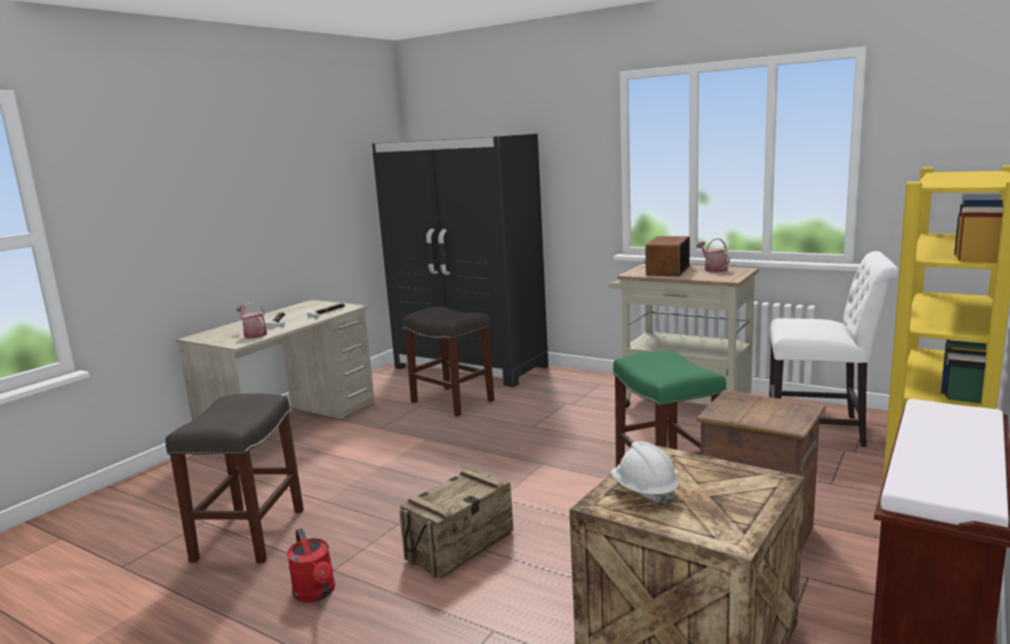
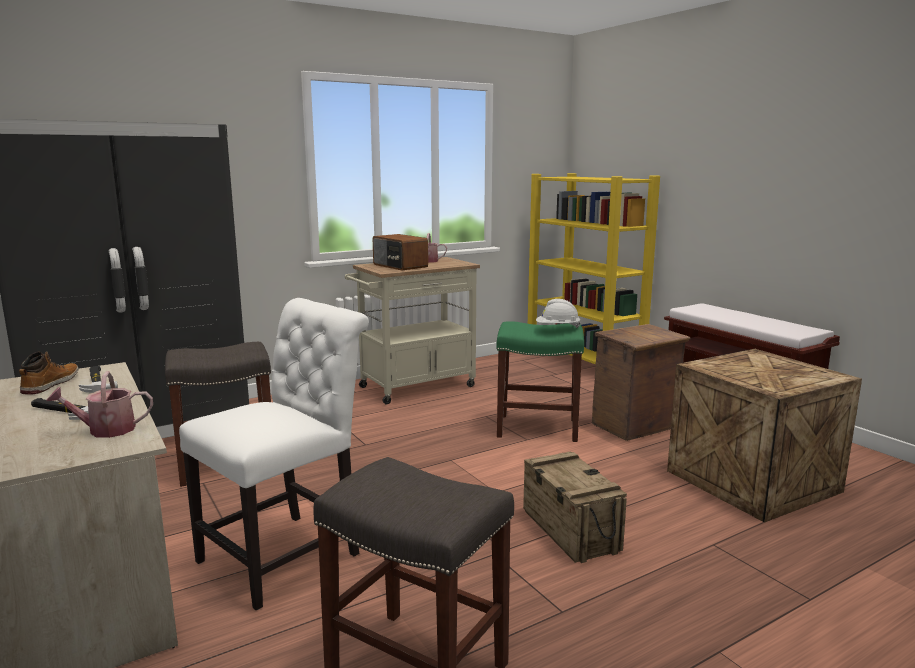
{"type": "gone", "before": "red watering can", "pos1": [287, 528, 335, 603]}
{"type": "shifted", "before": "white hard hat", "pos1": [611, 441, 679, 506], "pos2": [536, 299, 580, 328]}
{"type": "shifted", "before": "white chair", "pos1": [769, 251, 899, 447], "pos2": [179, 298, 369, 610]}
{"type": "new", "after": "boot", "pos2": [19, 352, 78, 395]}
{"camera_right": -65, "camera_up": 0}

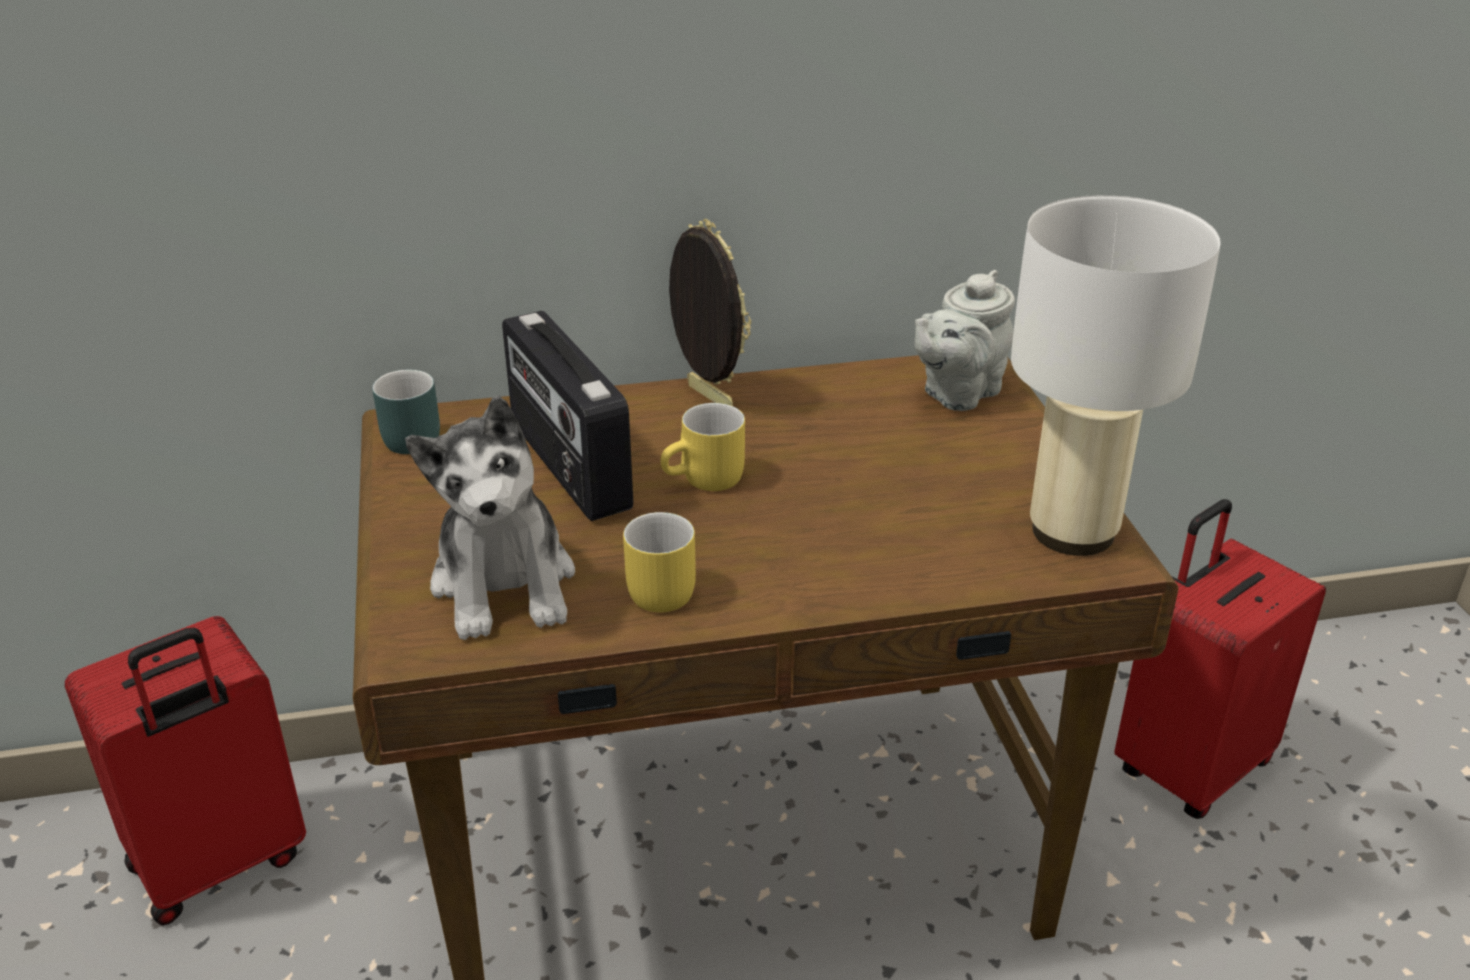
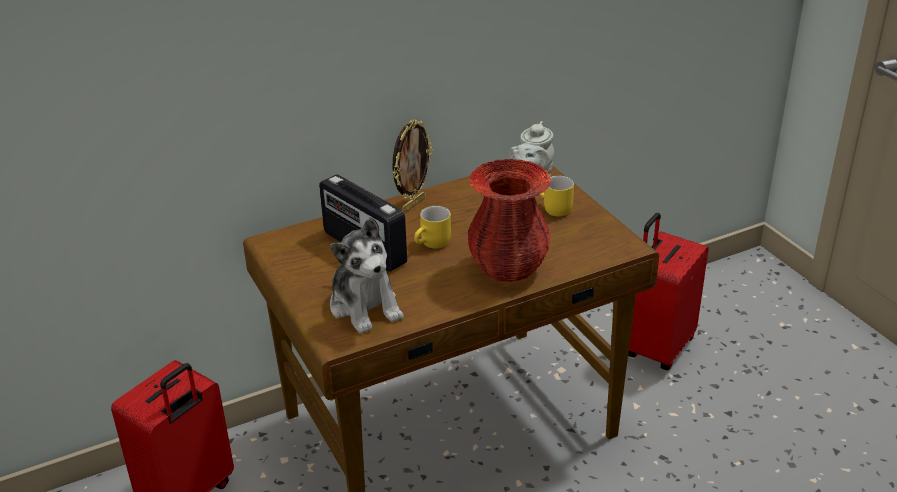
{"type": "gone", "before": "turquoise mug", "pos1": [372, 370, 440, 454]}
{"type": "shifted", "before": "yellow mug", "pos1": [623, 512, 696, 612], "pos2": [540, 176, 574, 217]}
{"type": "rotated", "before": "picture frame", "pos1": [669, 219, 751, 406], "pos2": [393, 119, 433, 212], "turn": 90}
{"type": "gone", "before": "white table lamp", "pos1": [1011, 195, 1221, 556]}
{"type": "new", "after": "red vase", "pos2": [468, 159, 551, 282]}
{"camera_right": -15, "camera_up": 0}

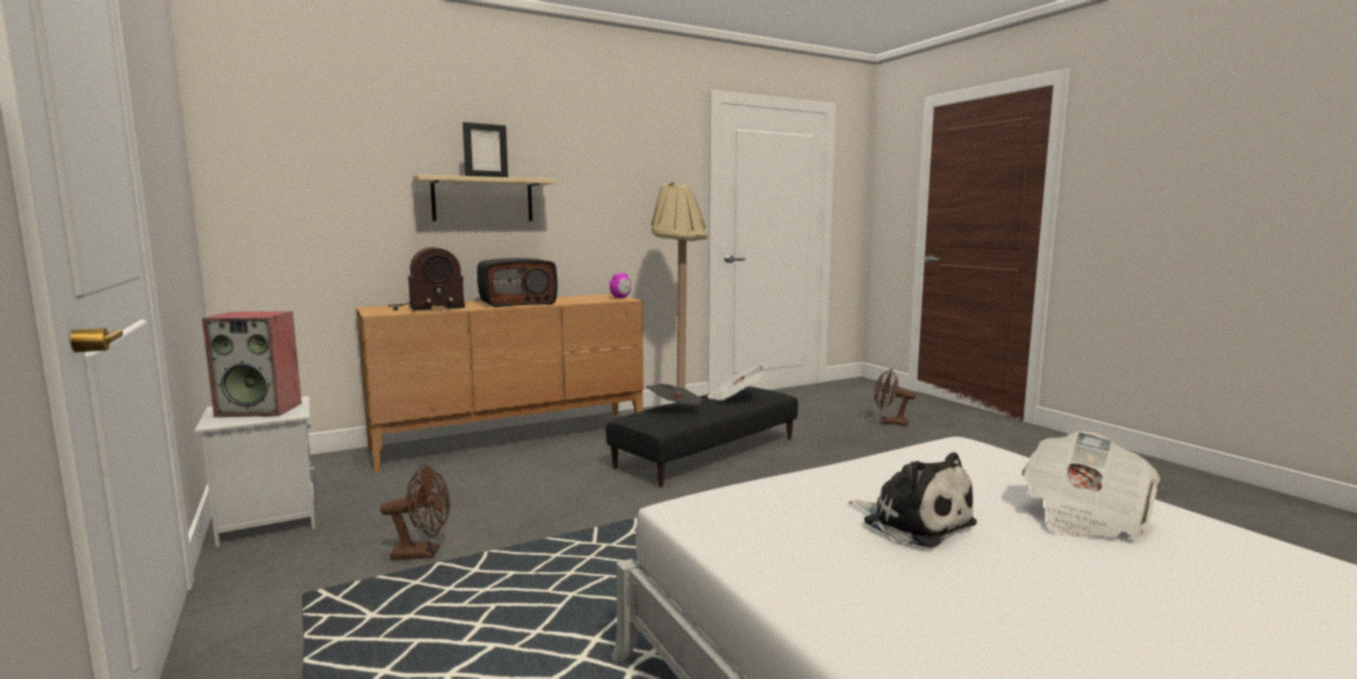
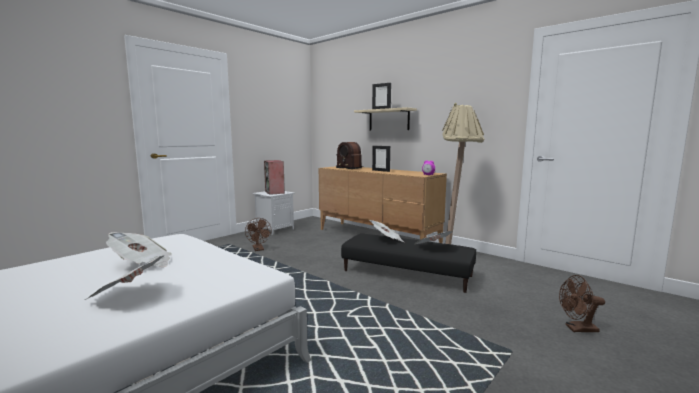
{"type": "swapped", "before": "radio", "after": "picture frame", "pos1": [477, 258, 557, 307], "pos2": [372, 146, 390, 172]}
{"type": "swapped", "before": "plush toy", "after": "newspaper", "pos1": [849, 452, 977, 548], "pos2": [106, 232, 172, 267]}
{"type": "rotated", "before": "brown fan", "pos1": [874, 369, 916, 426], "pos2": [559, 275, 605, 332], "turn": -90}
{"camera_right": 70, "camera_up": 0}

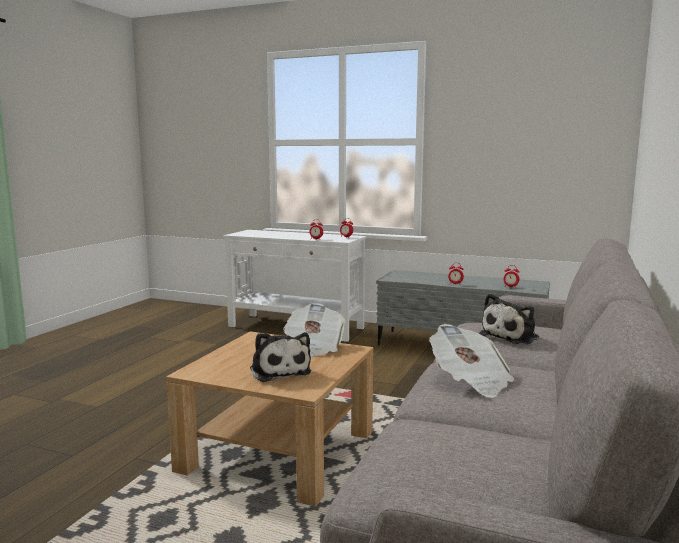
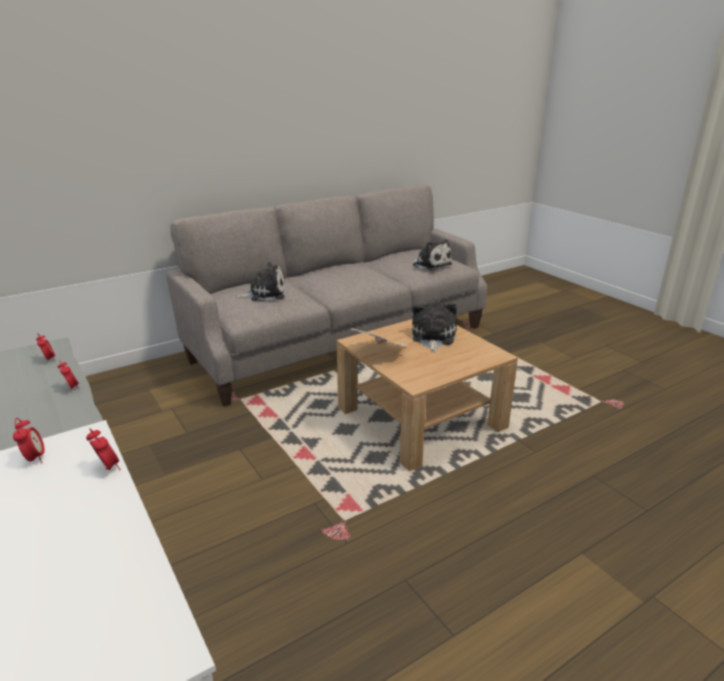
{"type": "gone", "before": "newspaper", "pos1": [429, 324, 514, 398]}
{"type": "new", "after": "plush toy", "pos2": [409, 239, 452, 271]}
{"camera_right": -145, "camera_up": 15}

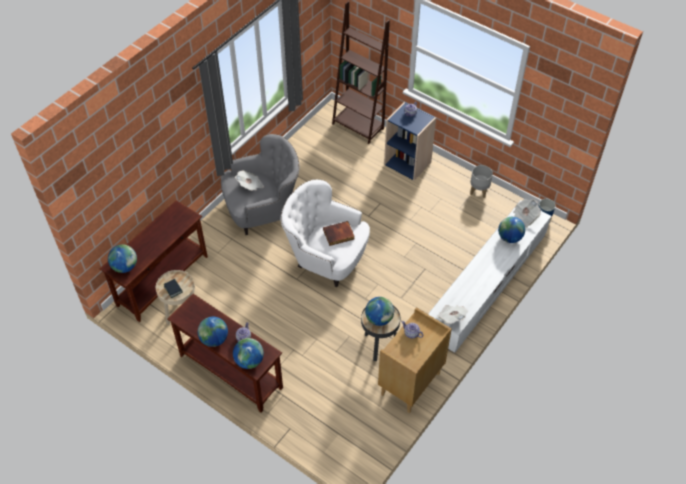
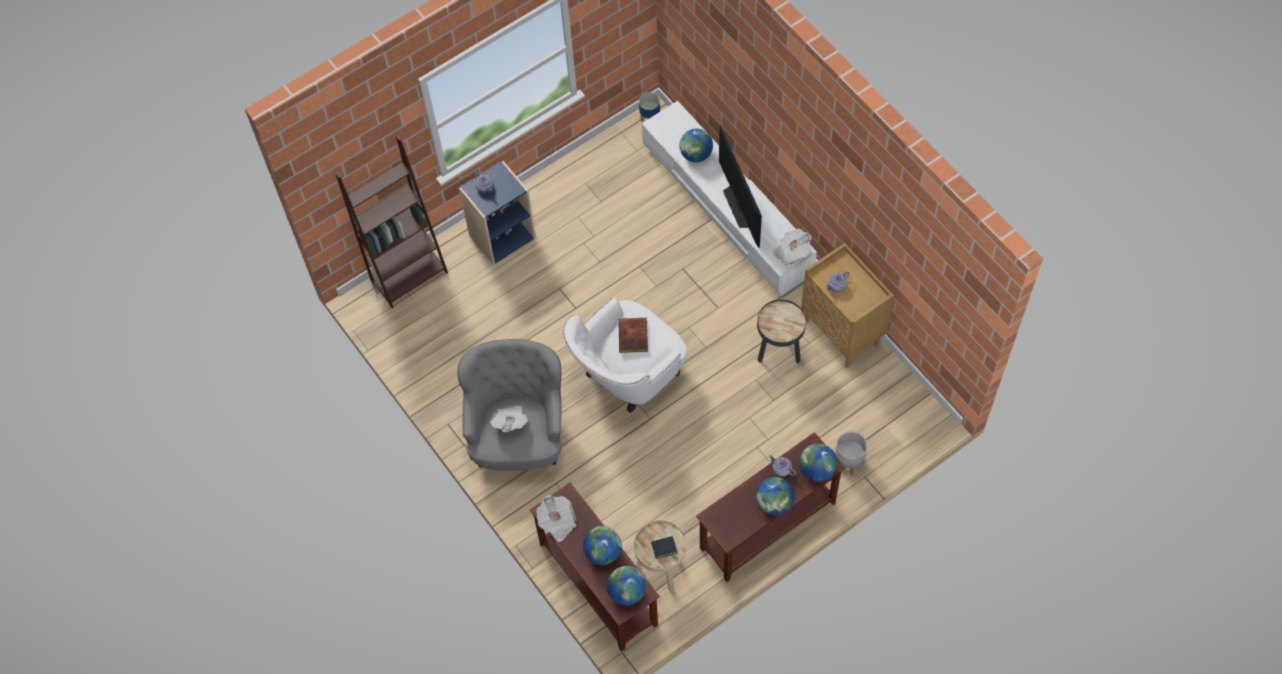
{"type": "shifted", "before": "globe", "pos1": [365, 297, 394, 326], "pos2": [583, 526, 622, 565]}
{"type": "shifted", "before": "grey planter", "pos1": [470, 165, 493, 198], "pos2": [835, 432, 867, 476]}
{"type": "shifted", "before": "newspaper", "pos1": [513, 199, 541, 228], "pos2": [536, 495, 577, 542]}
{"type": "new", "after": "television", "pos2": [719, 125, 762, 248]}
{"camera_right": -70, "camera_up": 10}

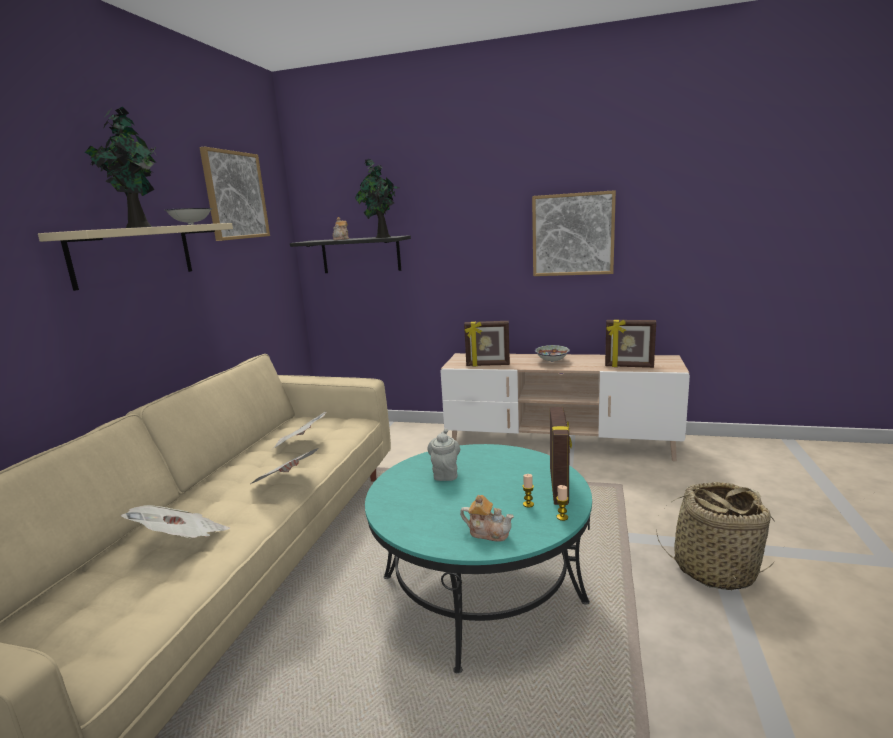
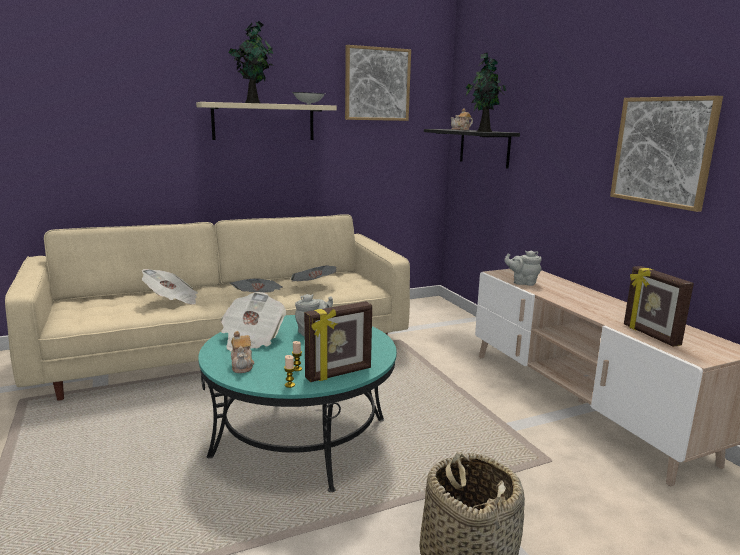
{"type": "swapped", "before": "picture frame", "after": "grey teapot", "pos1": [464, 321, 510, 366], "pos2": [504, 250, 542, 286]}
{"type": "gone", "before": "bowl", "pos1": [535, 345, 570, 362]}
{"type": "new", "after": "newspaper", "pos2": [221, 292, 286, 351]}
{"camera_right": 50, "camera_up": 0}

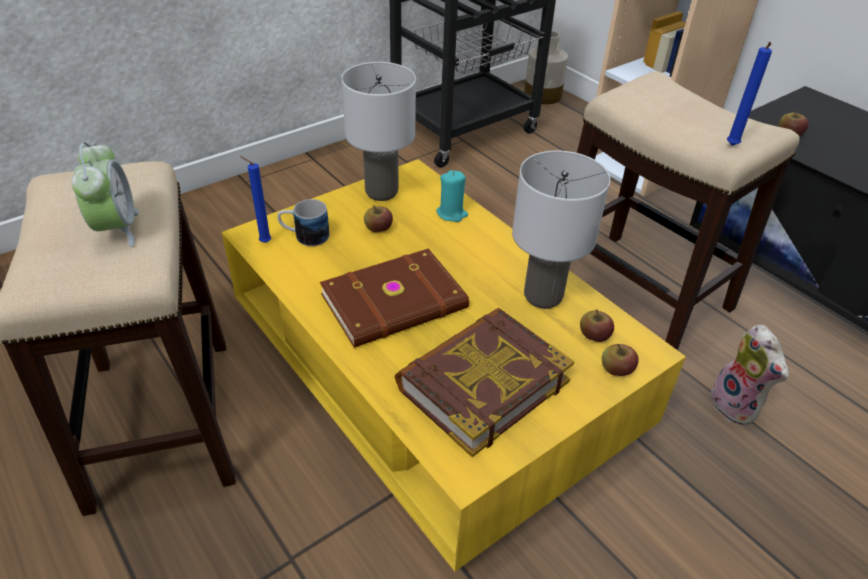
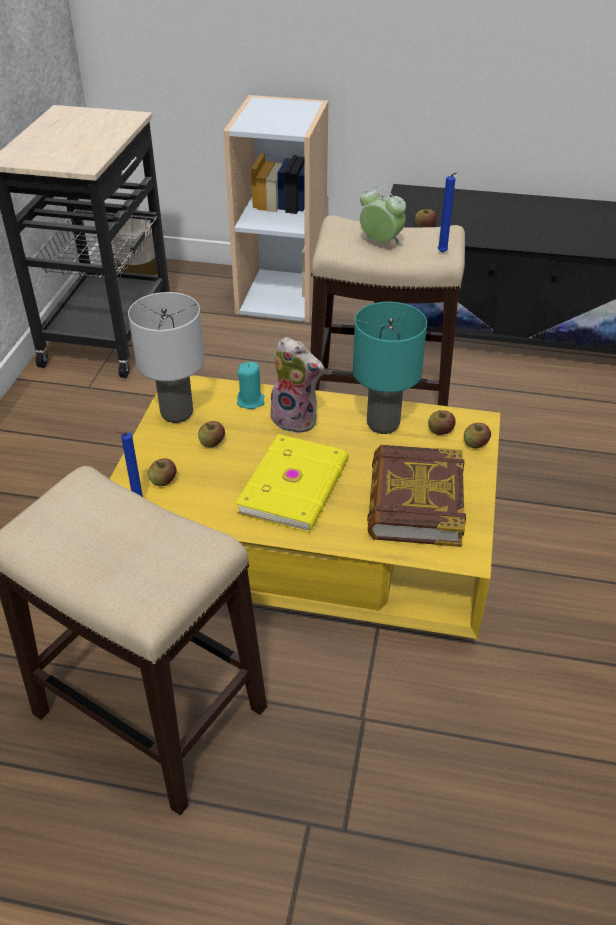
{"type": "shifted", "before": "alarm clock", "pos1": [72, 142, 139, 247], "pos2": [360, 186, 406, 245]}
{"type": "swapped", "before": "mug", "after": "apple", "pos1": [277, 199, 329, 246], "pos2": [148, 458, 177, 486]}
{"type": "repainted", "before": "brown book", "after": "yellow book", "pos1": [320, 248, 469, 348], "pos2": [236, 434, 349, 533]}
{"type": "repainted", "before": "white table lamp", "after": "turquoise table lamp", "pos1": [512, 150, 610, 309], "pos2": [353, 302, 427, 434]}
{"type": "shifted", "before": "plush toy", "pos1": [711, 324, 789, 425], "pos2": [270, 337, 324, 434]}
{"camera_right": -40, "camera_up": 0}

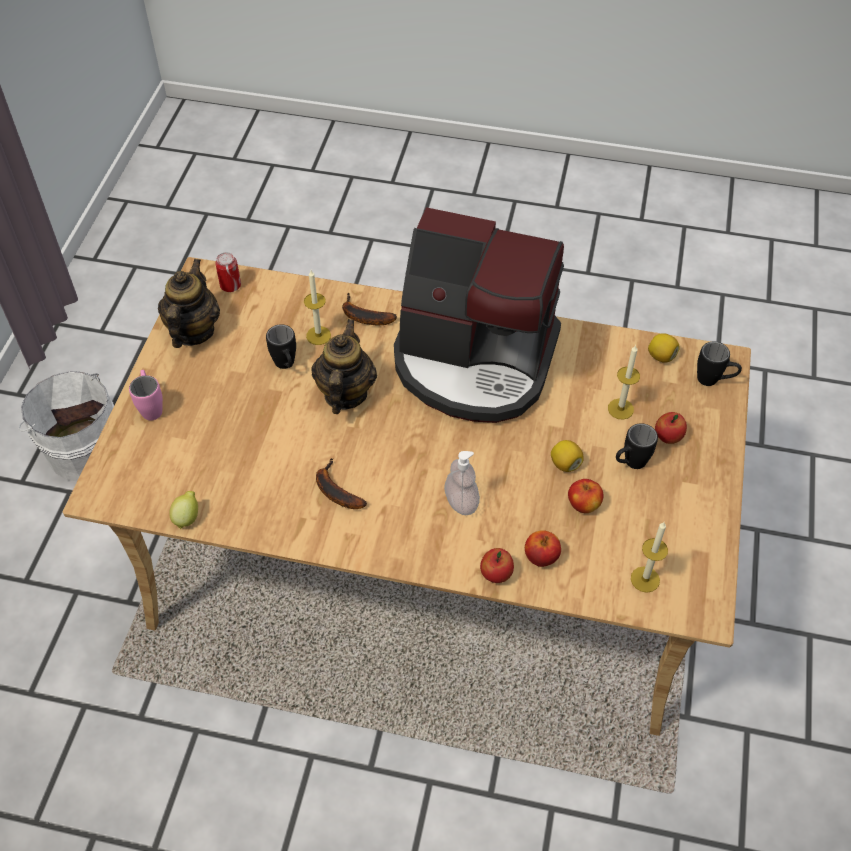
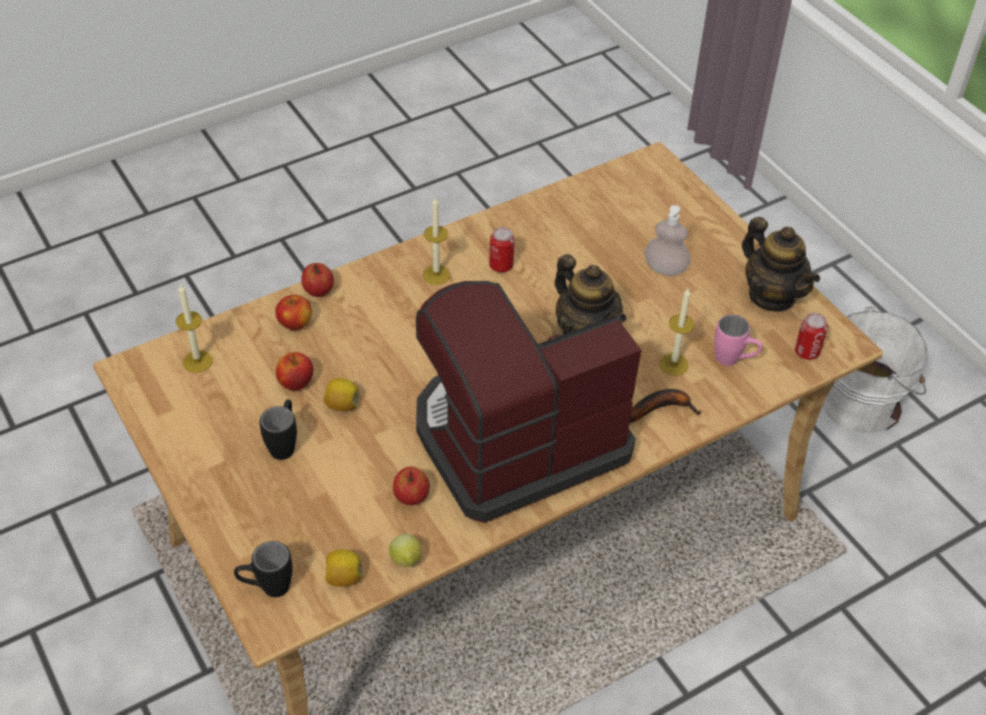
{"type": "shifted", "before": "pink mug", "pos1": [129, 370, 163, 420], "pos2": [714, 314, 763, 366]}
{"type": "shifted", "before": "lemon", "pos1": [169, 491, 198, 529], "pos2": [389, 534, 422, 567]}
{"type": "gone", "before": "black mug", "pos1": [266, 324, 296, 369]}
{"type": "swapped", "before": "banana", "after": "can", "pos1": [316, 458, 367, 509], "pos2": [489, 227, 514, 272]}
{"type": "shifted", "before": "soap dispenser", "pos1": [444, 451, 480, 515], "pos2": [644, 205, 690, 276]}
{"type": "shifted", "before": "candle", "pos1": [608, 345, 640, 420], "pos2": [423, 198, 450, 285]}
{"type": "shifted", "before": "apple", "pos1": [655, 412, 687, 444], "pos2": [393, 467, 430, 505]}
{"camera_right": 135, "camera_up": -5}

